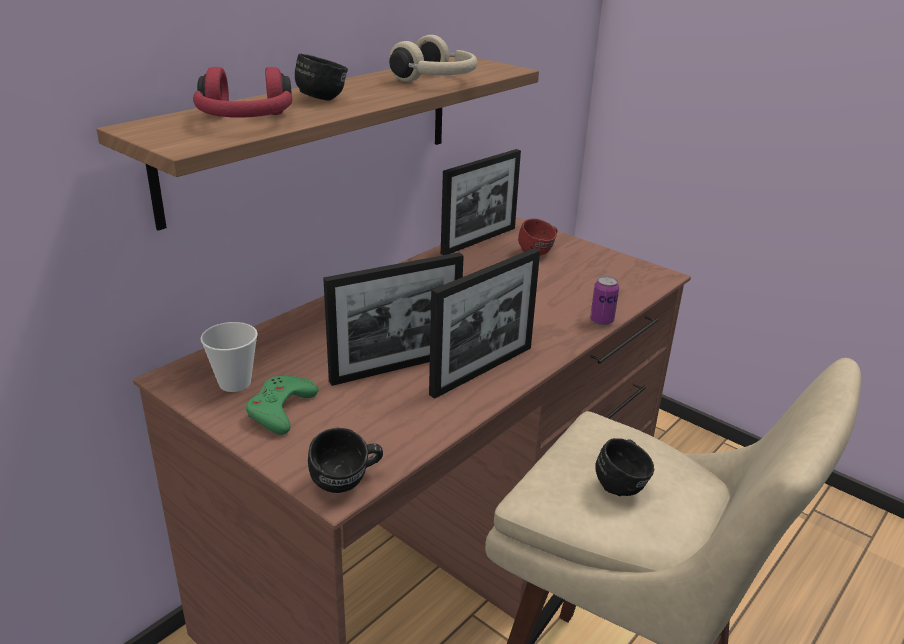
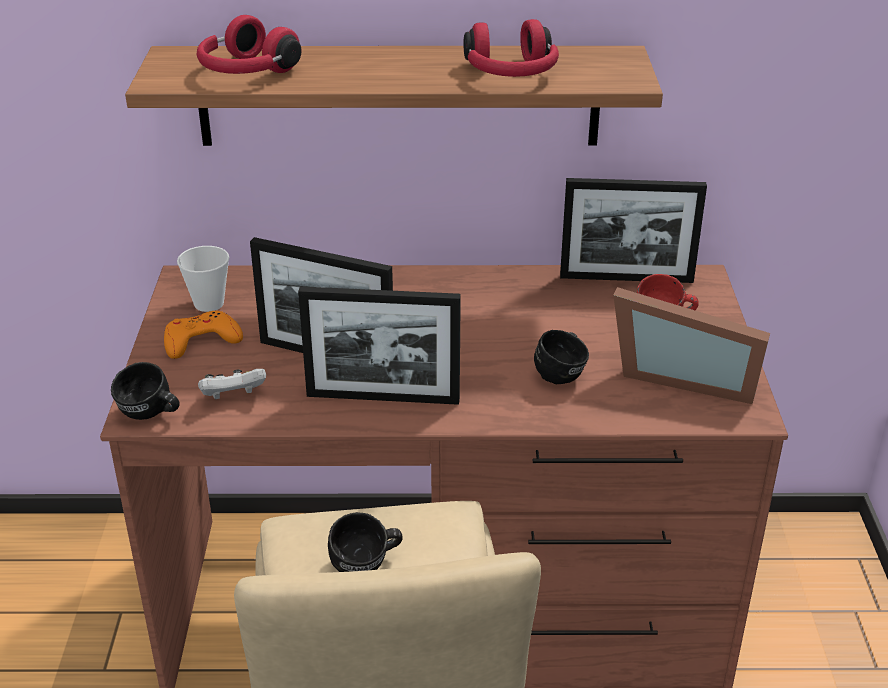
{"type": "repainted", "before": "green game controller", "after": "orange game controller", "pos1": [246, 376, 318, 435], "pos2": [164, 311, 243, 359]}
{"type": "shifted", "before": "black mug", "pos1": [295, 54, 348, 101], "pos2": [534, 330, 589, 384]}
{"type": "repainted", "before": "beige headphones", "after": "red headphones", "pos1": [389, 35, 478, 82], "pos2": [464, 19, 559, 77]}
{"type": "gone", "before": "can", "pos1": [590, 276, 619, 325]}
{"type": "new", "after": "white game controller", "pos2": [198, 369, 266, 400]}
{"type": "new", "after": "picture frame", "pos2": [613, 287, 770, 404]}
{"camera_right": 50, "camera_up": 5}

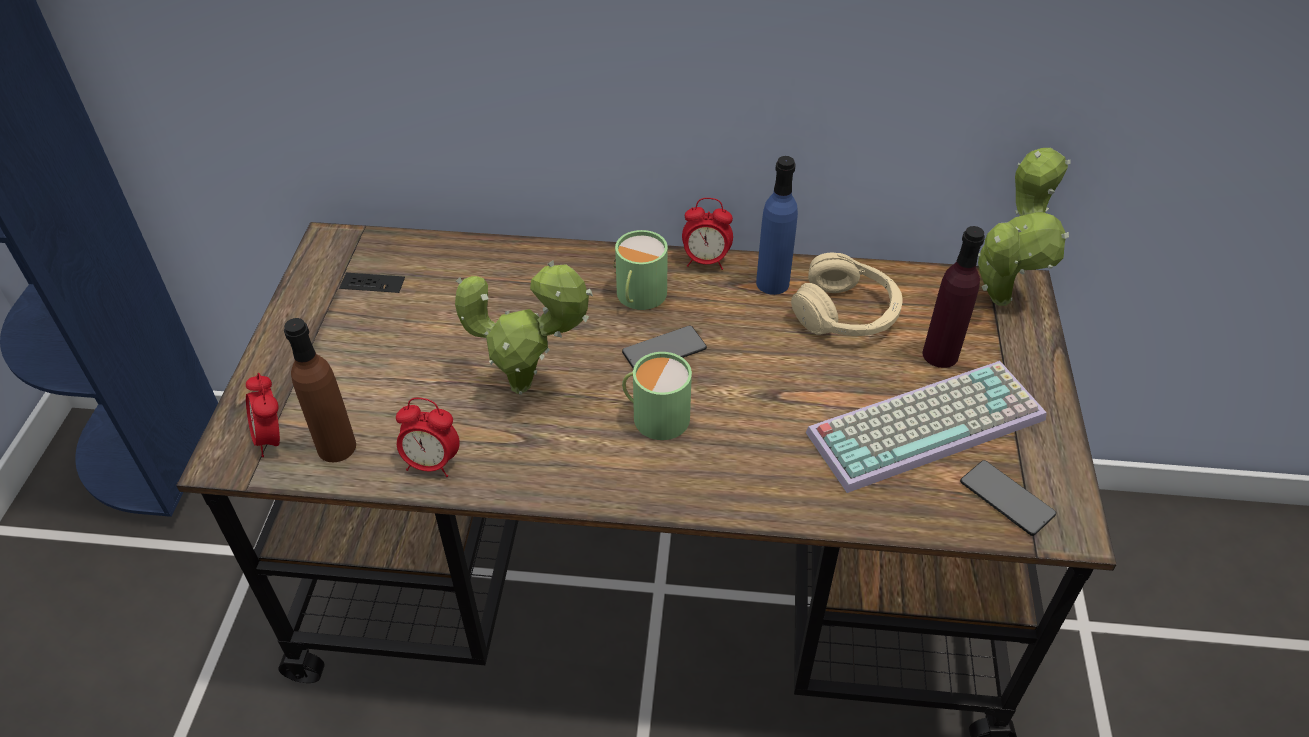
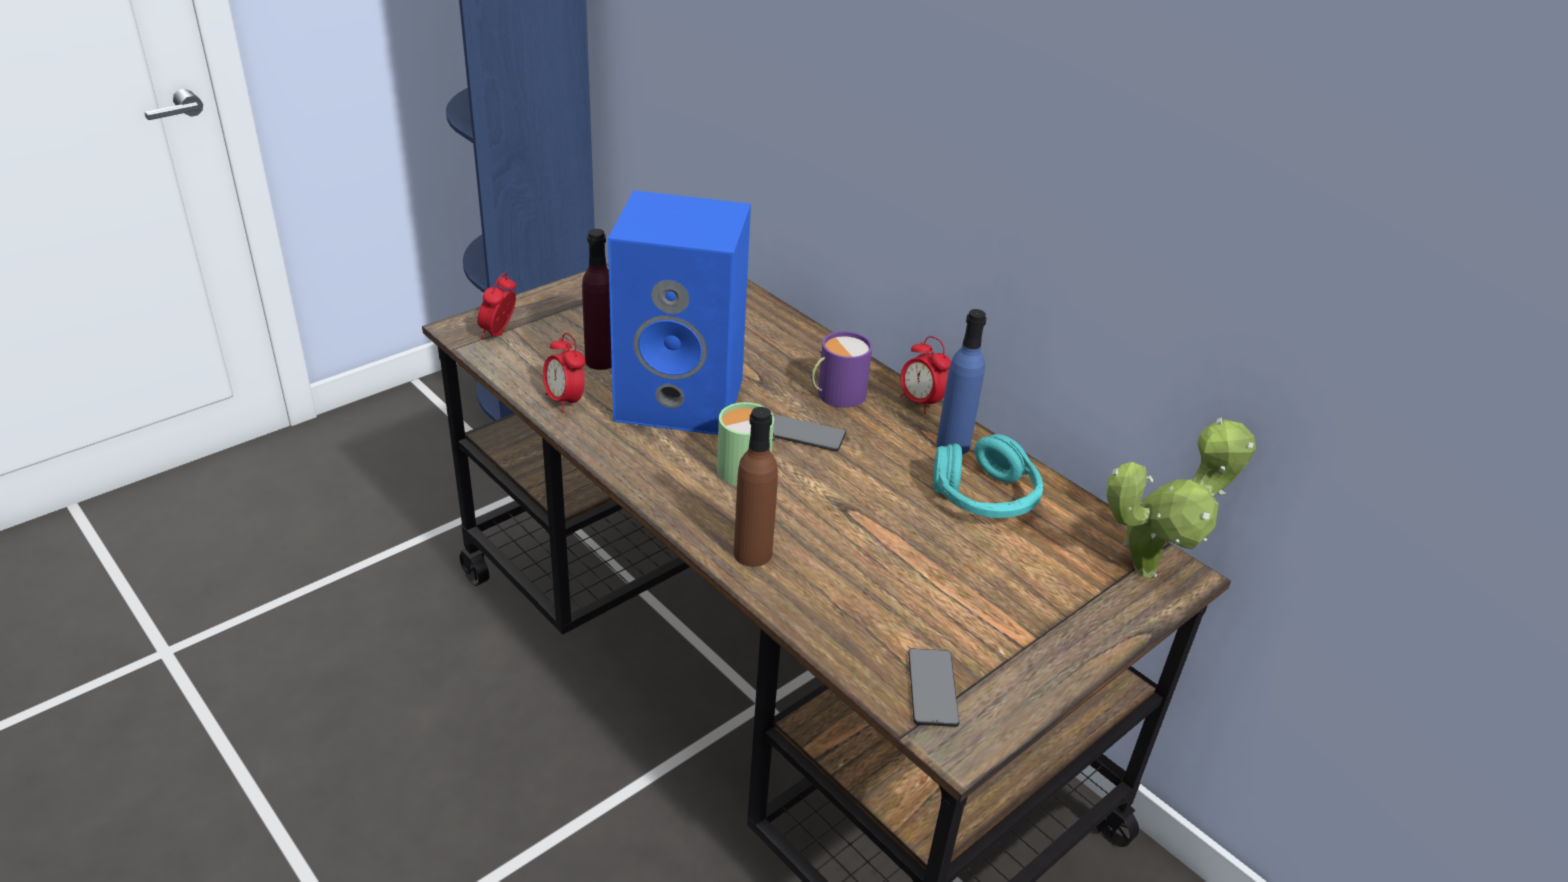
{"type": "shifted", "before": "brown bottle", "pos1": [284, 318, 356, 462], "pos2": [733, 407, 778, 567]}
{"type": "swapped", "before": "potted plant", "after": "blue speaker", "pos1": [455, 260, 593, 395], "pos2": [608, 190, 751, 435]}
{"type": "repainted", "before": "green mug", "after": "purple mug", "pos1": [613, 230, 668, 310], "pos2": [811, 331, 873, 408]}
{"type": "repainted", "before": "beige headphones", "after": "turquoise headphones", "pos1": [791, 253, 903, 336], "pos2": [933, 434, 1043, 518]}
{"type": "gone", "before": "keyboard", "pos1": [806, 361, 1047, 493]}
{"type": "shifted", "before": "purple bottle", "pos1": [923, 226, 985, 368], "pos2": [582, 229, 612, 370]}
{"camera_right": 40, "camera_up": -10}

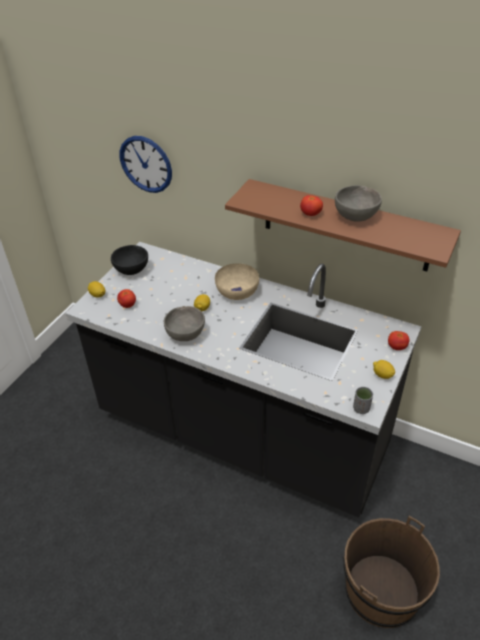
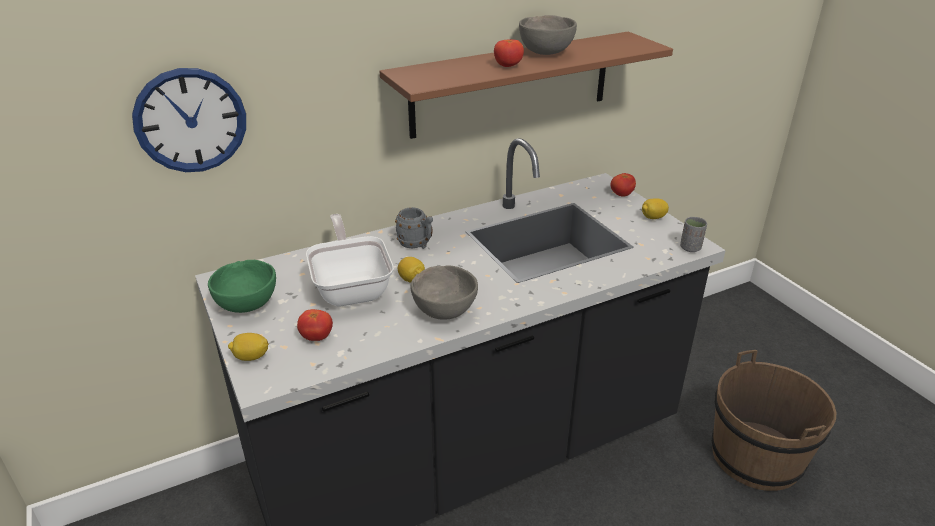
{"type": "repainted", "before": "black bowl", "after": "green bowl", "pos1": [111, 245, 148, 275], "pos2": [208, 260, 276, 313]}
{"type": "swapped", "before": "beige bowl", "after": "grey mug", "pos1": [215, 264, 259, 300], "pos2": [395, 207, 433, 249]}
{"type": "new", "after": "frying pan", "pos2": [306, 214, 394, 307]}
{"camera_right": -55, "camera_up": -10}

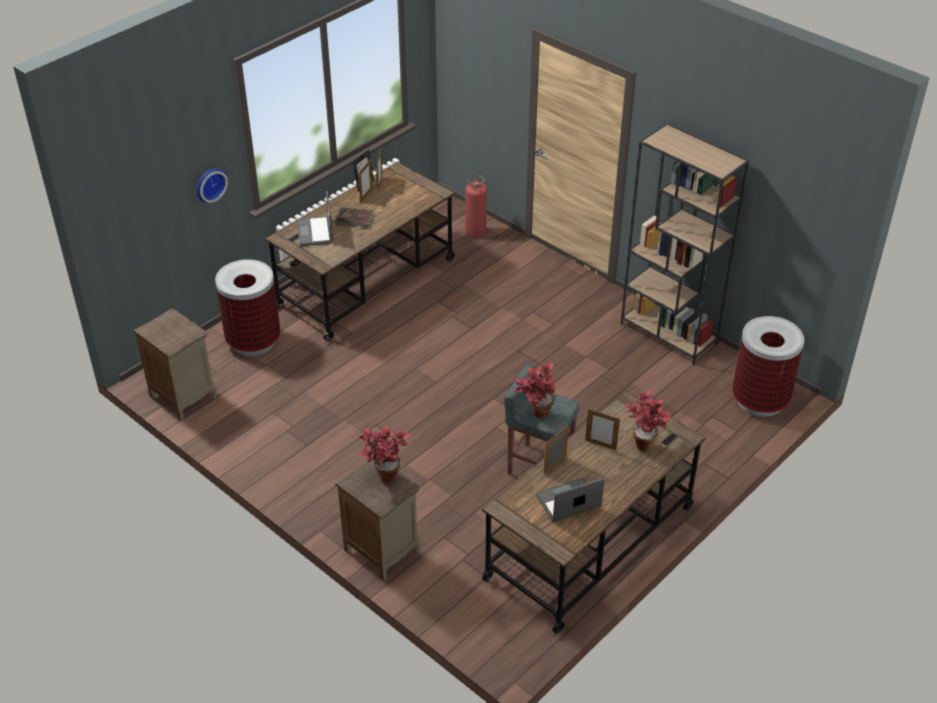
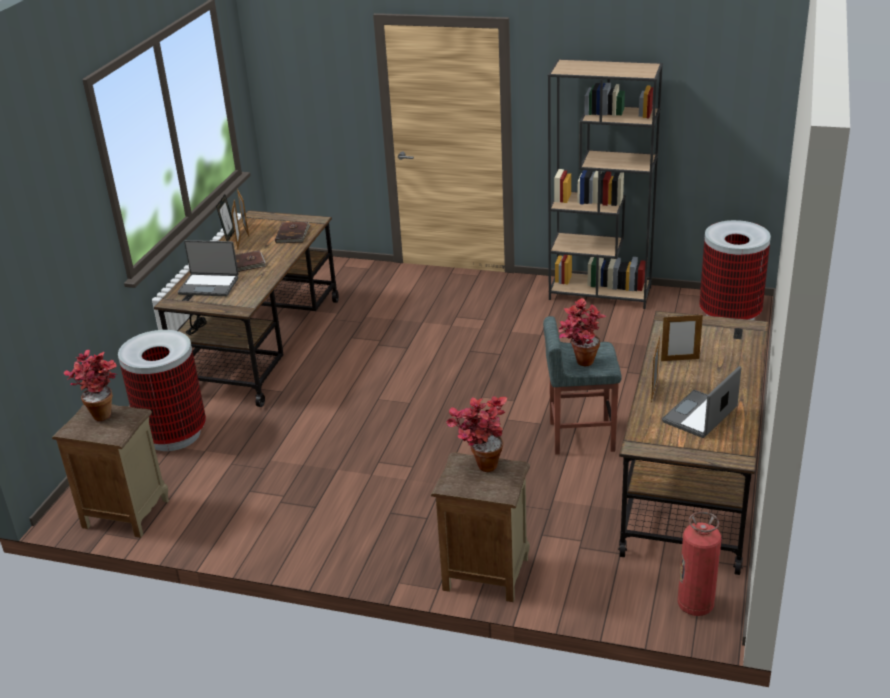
{"type": "gone", "before": "wall clock", "pos1": [197, 168, 228, 203]}
{"type": "rotated", "before": "laptop", "pos1": [297, 191, 333, 246], "pos2": [178, 240, 239, 296], "turn": -45}
{"type": "shifted", "before": "fire extinguisher", "pos1": [465, 175, 487, 238], "pos2": [678, 512, 721, 616]}
{"type": "shifted", "before": "potted plant", "pos1": [626, 391, 671, 452], "pos2": [64, 350, 117, 421]}
{"type": "new", "after": "brown book", "pos2": [275, 222, 311, 243]}
{"camera_right": -25, "camera_up": -10}

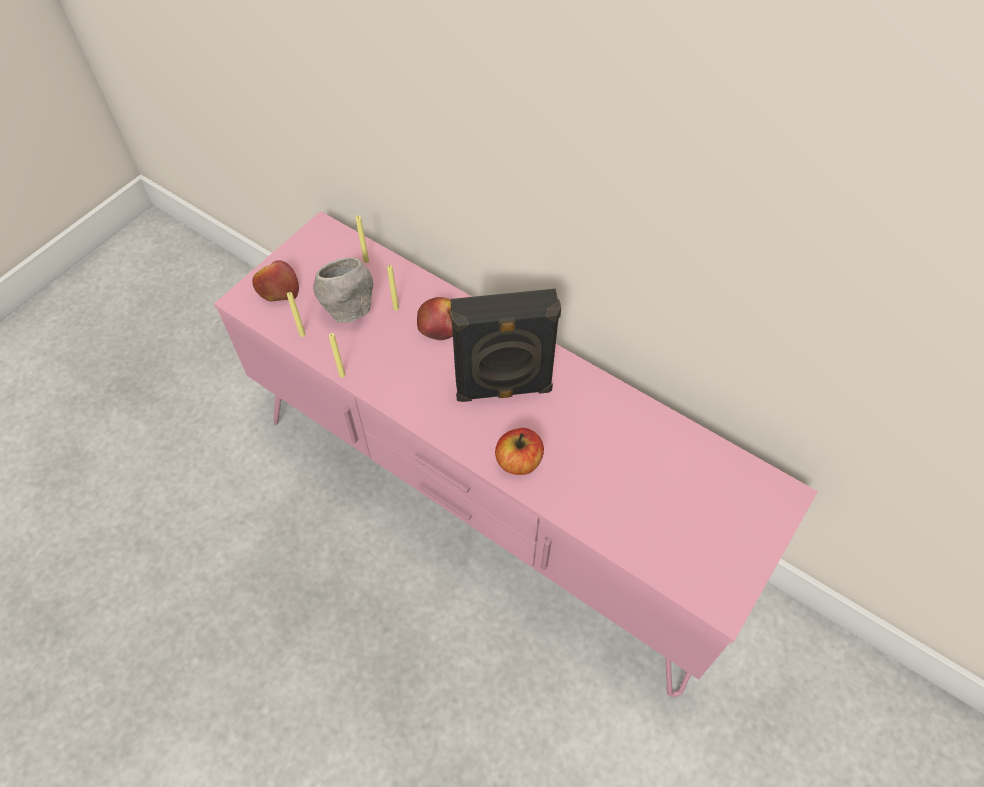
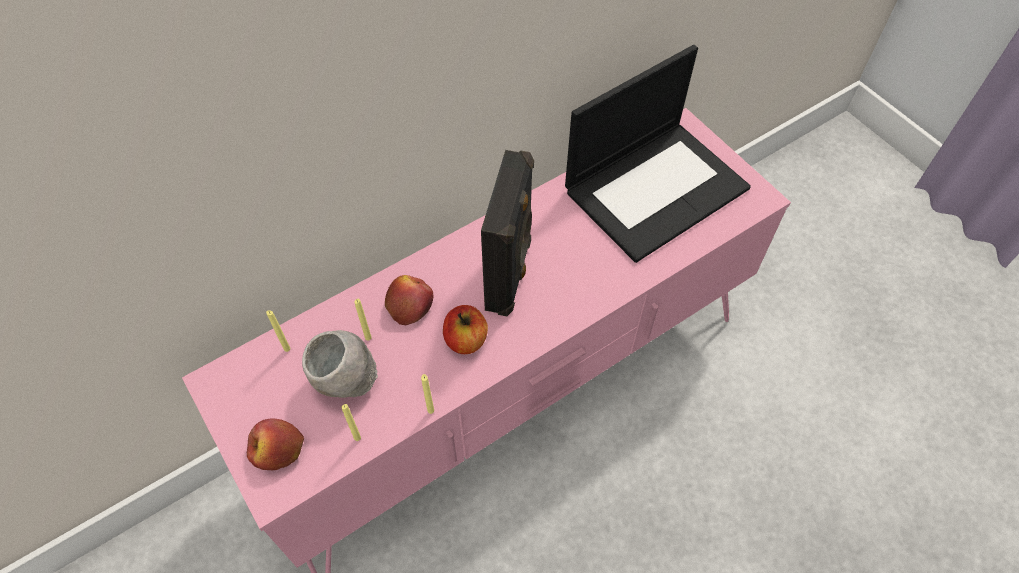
{"type": "shifted", "before": "apple", "pos1": [495, 428, 544, 475], "pos2": [443, 305, 488, 354]}
{"type": "new", "after": "laptop", "pos2": [565, 45, 751, 263]}
{"camera_right": -70, "camera_up": 0}

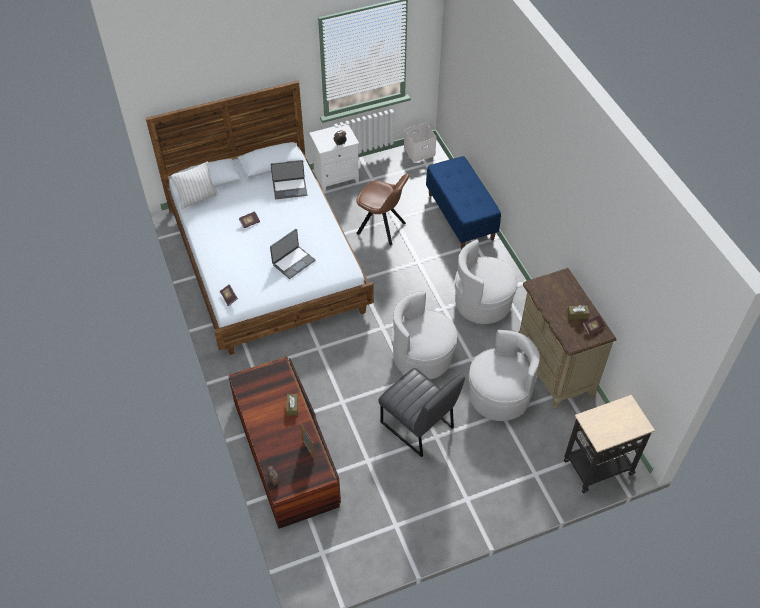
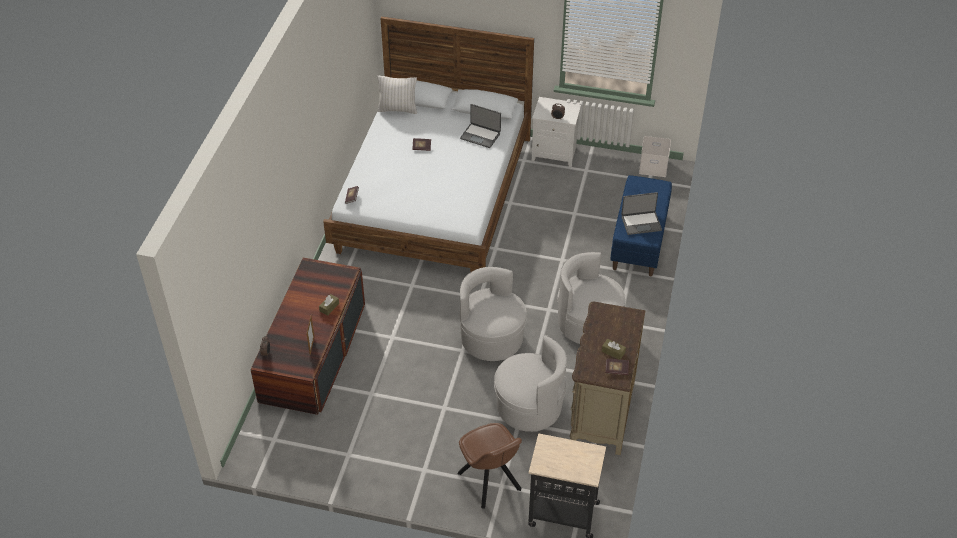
{"type": "shifted", "before": "laptop", "pos1": [270, 229, 315, 279], "pos2": [621, 192, 662, 235]}
{"type": "shifted", "before": "brown chair", "pos1": [357, 174, 409, 246], "pos2": [458, 423, 522, 509]}
{"type": "gone", "before": "grey chair", "pos1": [378, 368, 465, 457]}
{"camera_right": 35, "camera_up": -5}

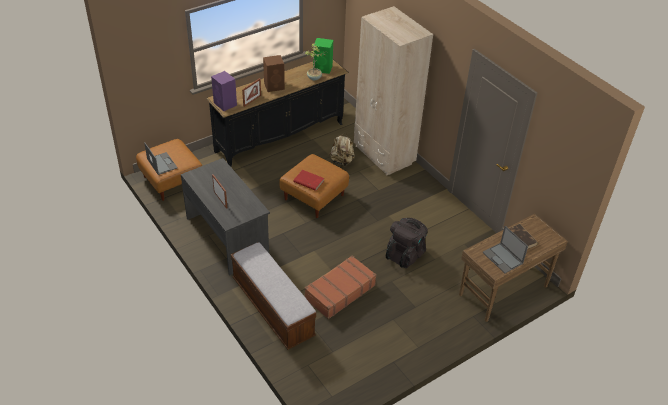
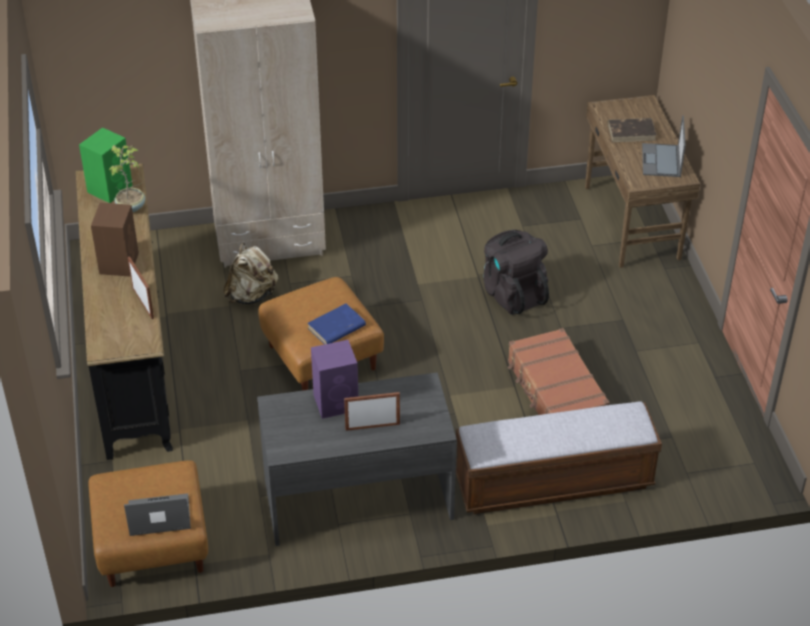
{"type": "shifted", "before": "purple speaker", "pos1": [211, 71, 237, 111], "pos2": [311, 340, 358, 419]}
{"type": "repainted", "before": "red book", "after": "blue book", "pos1": [293, 170, 324, 191], "pos2": [308, 303, 366, 345]}
{"type": "rotated", "before": "laptop", "pos1": [483, 226, 528, 273], "pos2": [642, 115, 686, 177], "turn": 105}
{"camera_right": -65, "camera_up": 0}

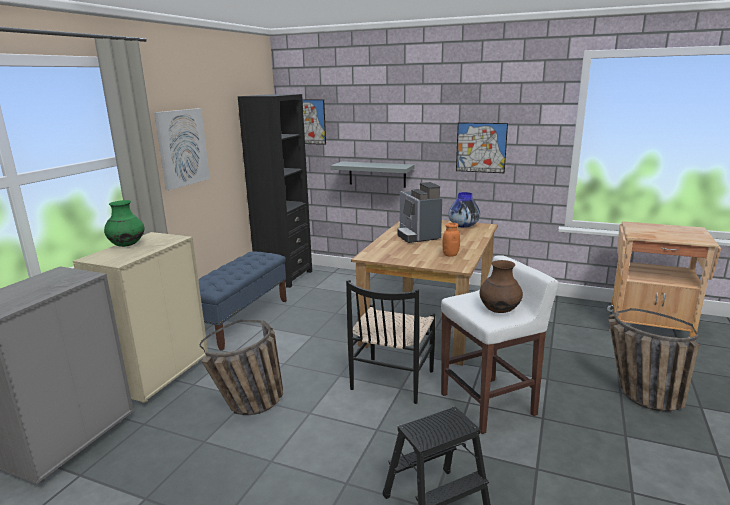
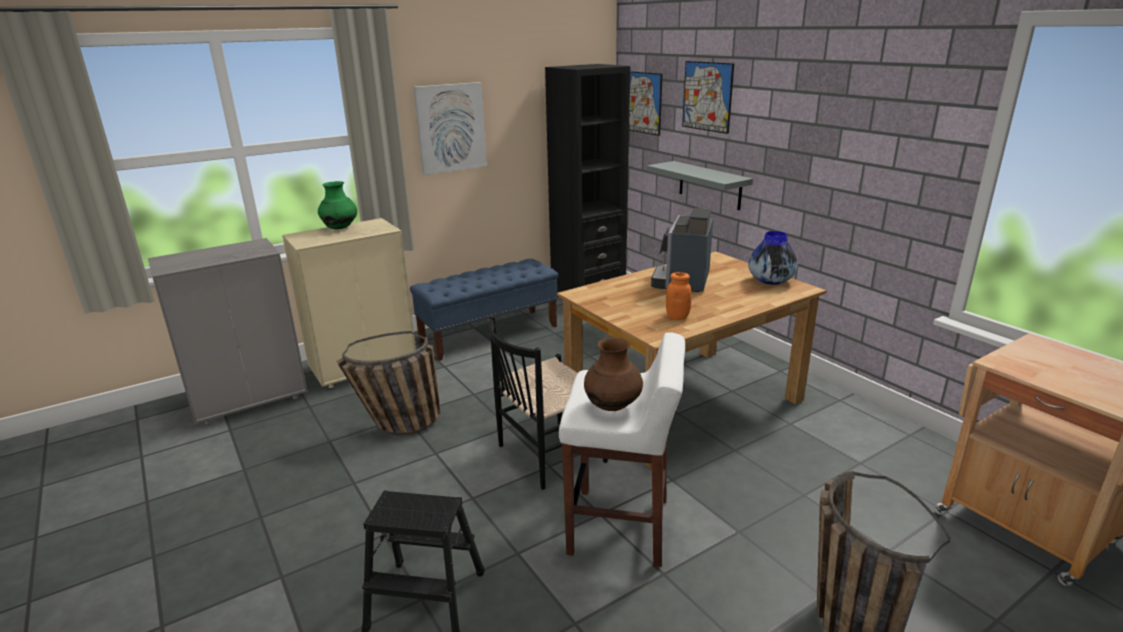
{"type": "shifted", "before": "picture", "pos1": [456, 123, 508, 173], "pos2": [682, 61, 734, 134]}
{"camera_right": 35, "camera_up": 5}

